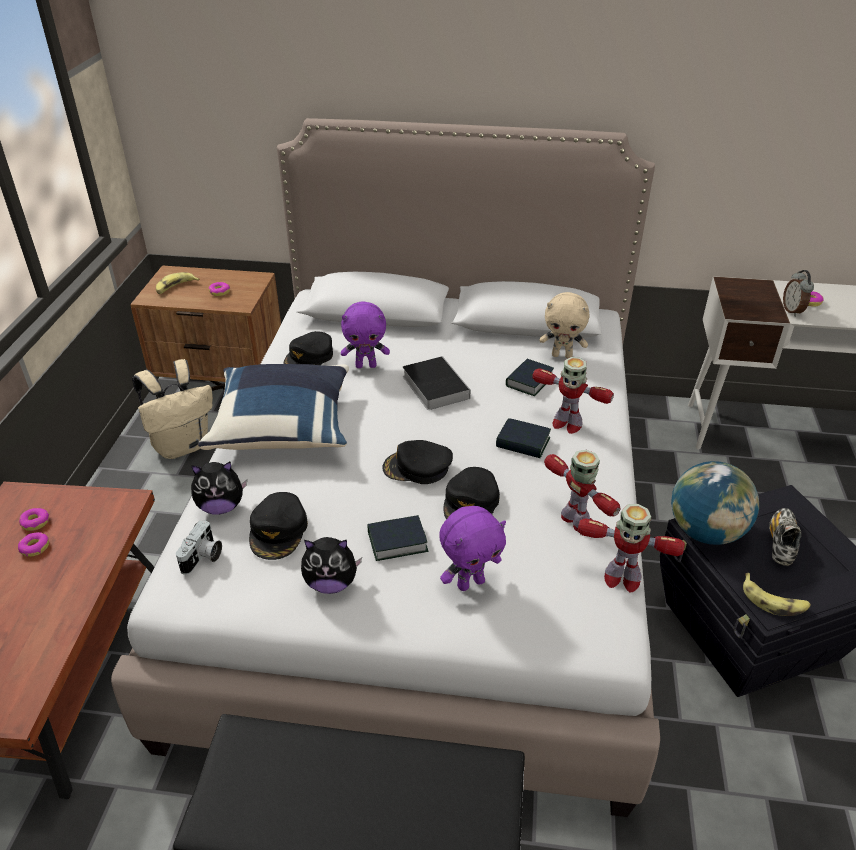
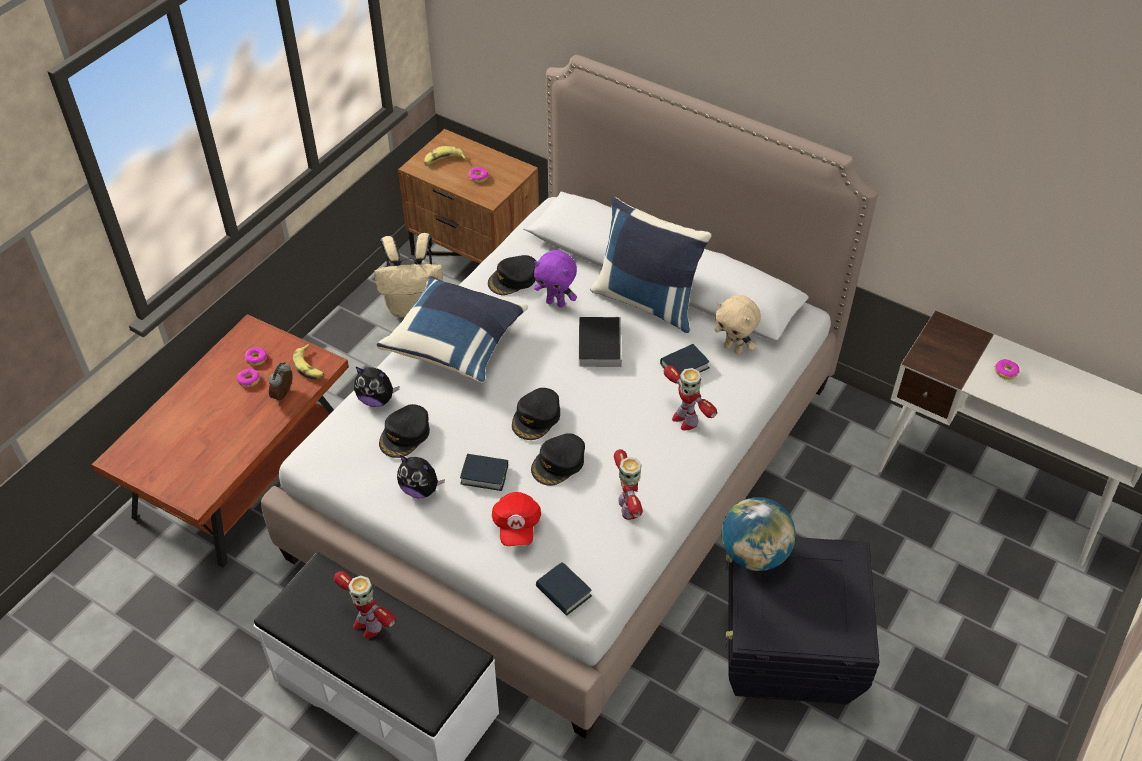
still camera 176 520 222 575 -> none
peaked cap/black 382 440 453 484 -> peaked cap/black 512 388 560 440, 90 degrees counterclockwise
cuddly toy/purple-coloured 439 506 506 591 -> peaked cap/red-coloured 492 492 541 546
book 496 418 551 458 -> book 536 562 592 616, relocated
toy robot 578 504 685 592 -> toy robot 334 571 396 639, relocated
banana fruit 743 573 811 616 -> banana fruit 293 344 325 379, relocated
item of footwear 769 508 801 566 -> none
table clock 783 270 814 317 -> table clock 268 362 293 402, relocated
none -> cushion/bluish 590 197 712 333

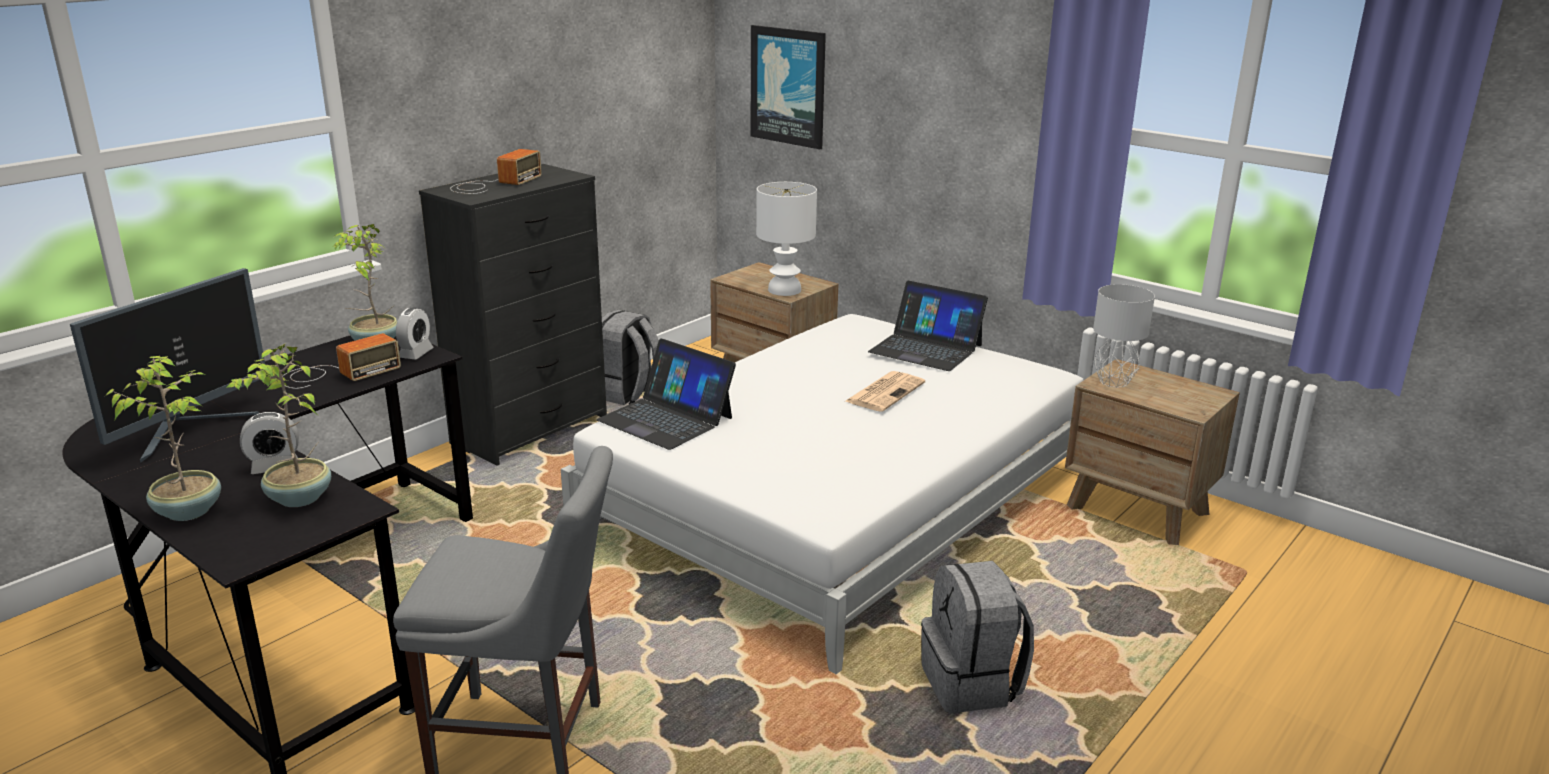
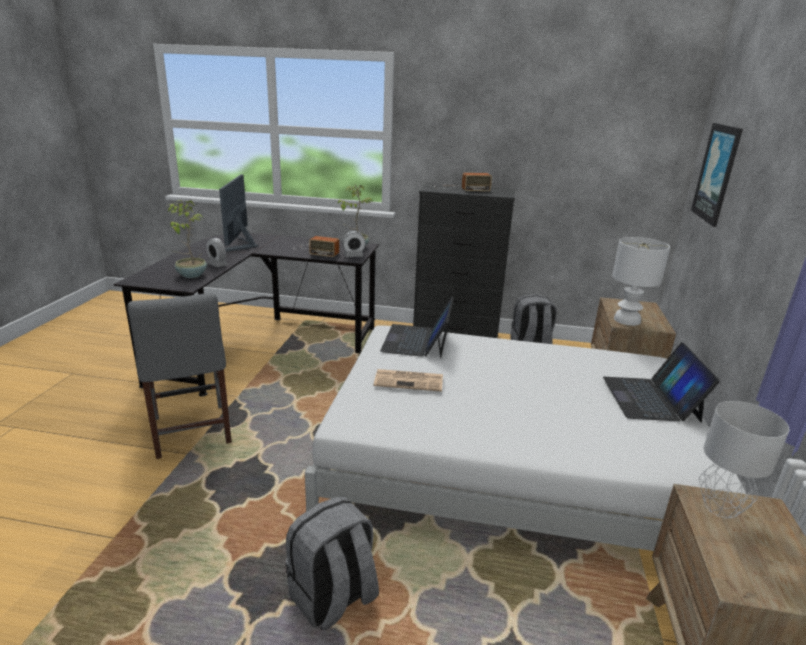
computer screen 70 268 265 462 -> computer screen 219 174 258 252, 90 degrees clockwise
houseplant 105 356 221 521 -> none
daily paper 844 371 925 412 -> daily paper 374 369 443 392, relocated

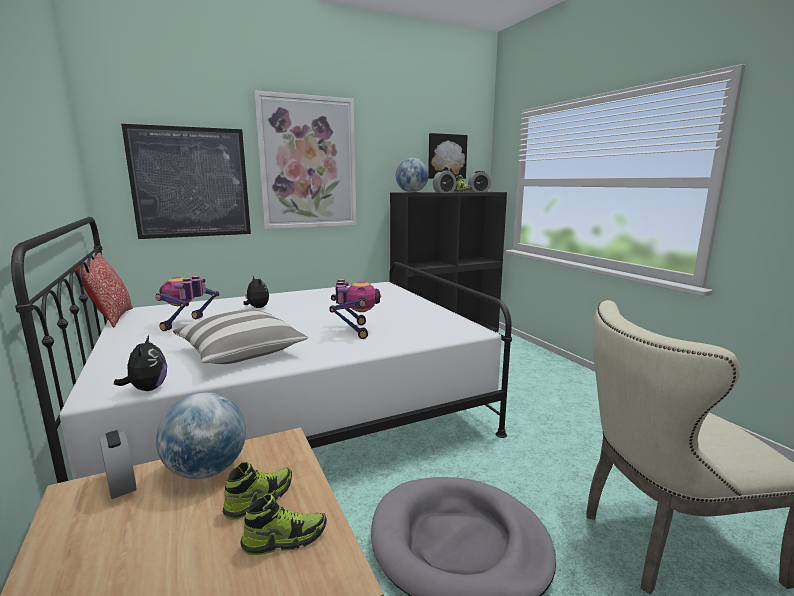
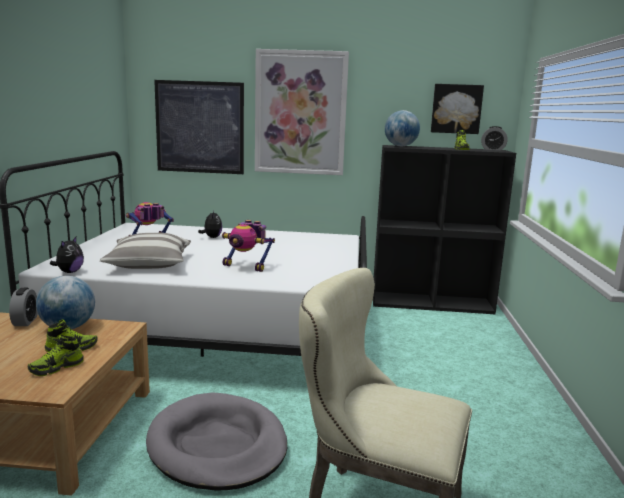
cushion 74 252 133 328 -> none
item of footwear 240 494 327 555 -> item of footwear 28 334 84 376, 120 degrees clockwise
toy robot 329 279 381 339 -> toy robot 222 220 275 272, 90 degrees clockwise
table clock 433 170 456 193 -> none

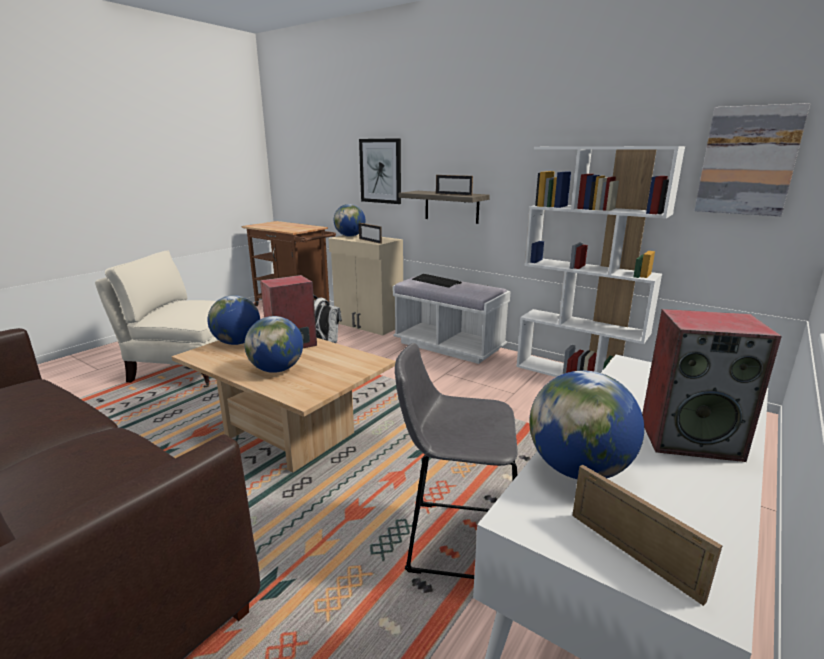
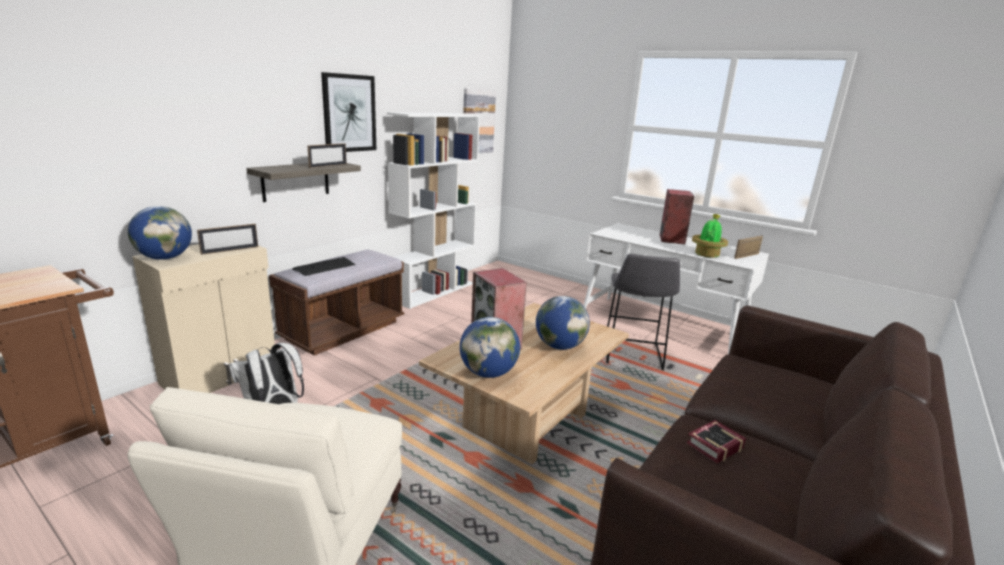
wall picture 359 138 401 204 -> wall picture 321 72 376 152, relocated
long seat/whitish 393 277 511 364 -> long seat/brownish 269 250 404 355
world globe 529 371 644 479 -> houseplant 692 214 728 258
none -> book 686 420 746 463

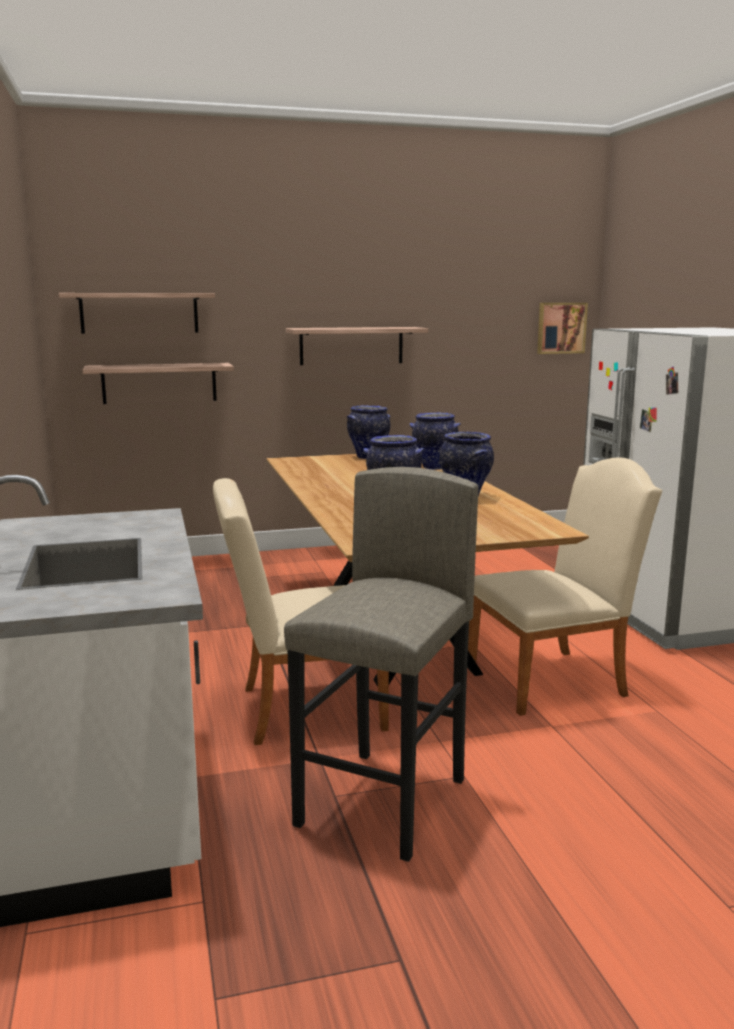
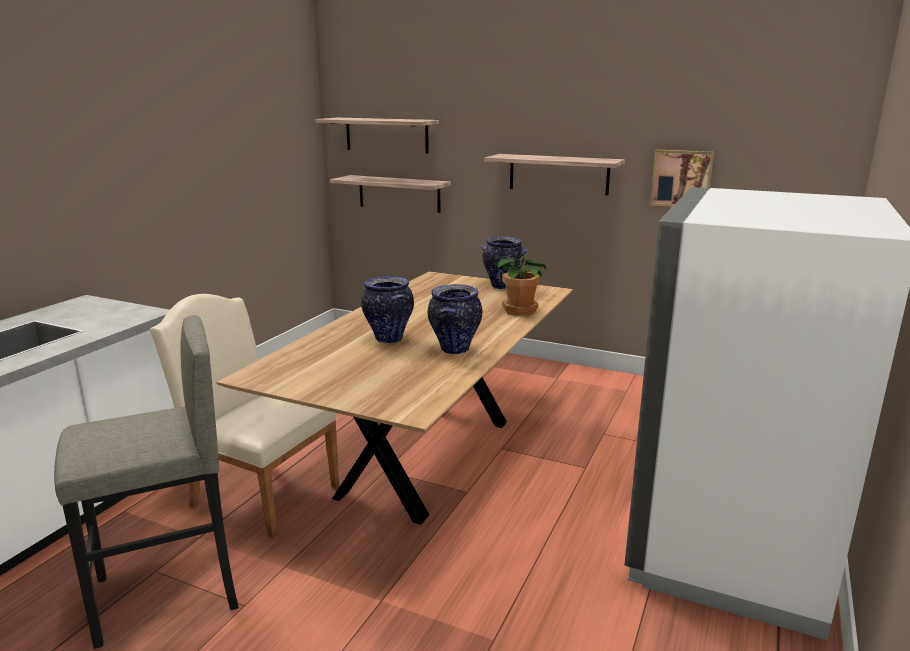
vase 410 412 461 470 -> houseplant 498 256 546 316
chair/beige 468 458 662 716 -> none
wall picture 537 303 588 354 -> wall picture 650 150 714 207, relocated

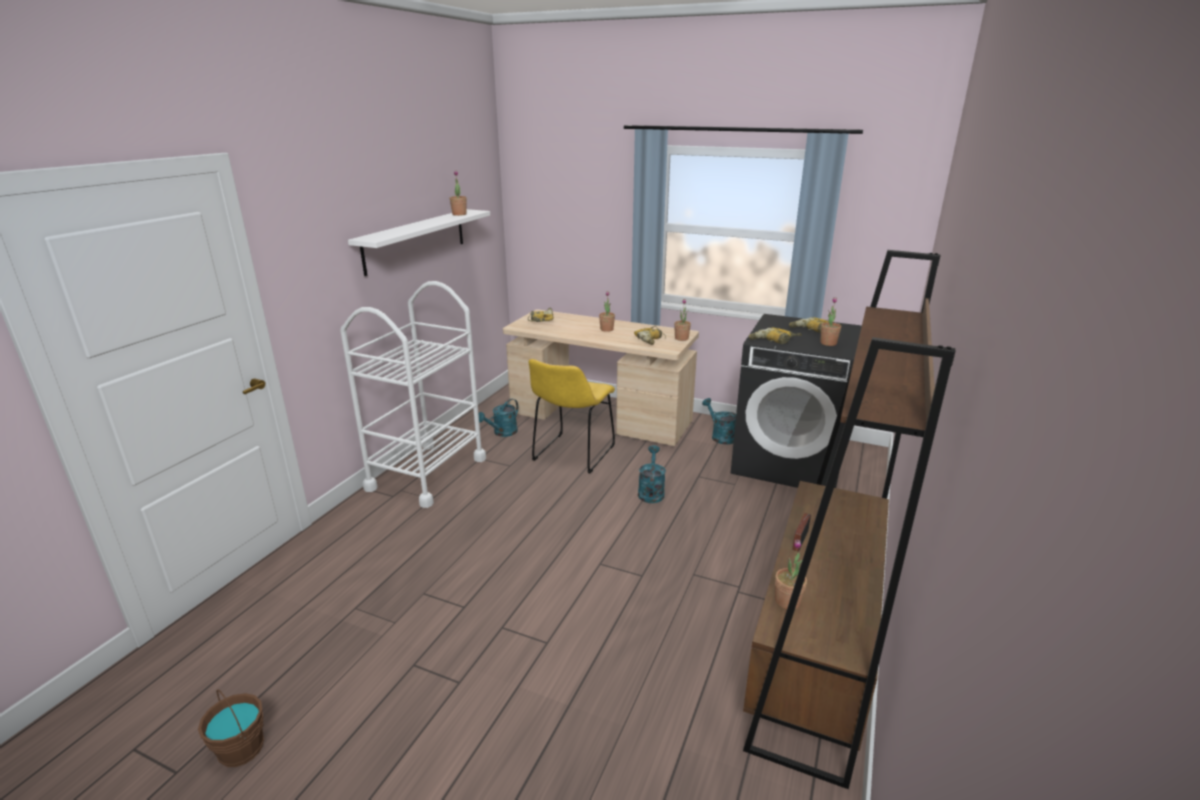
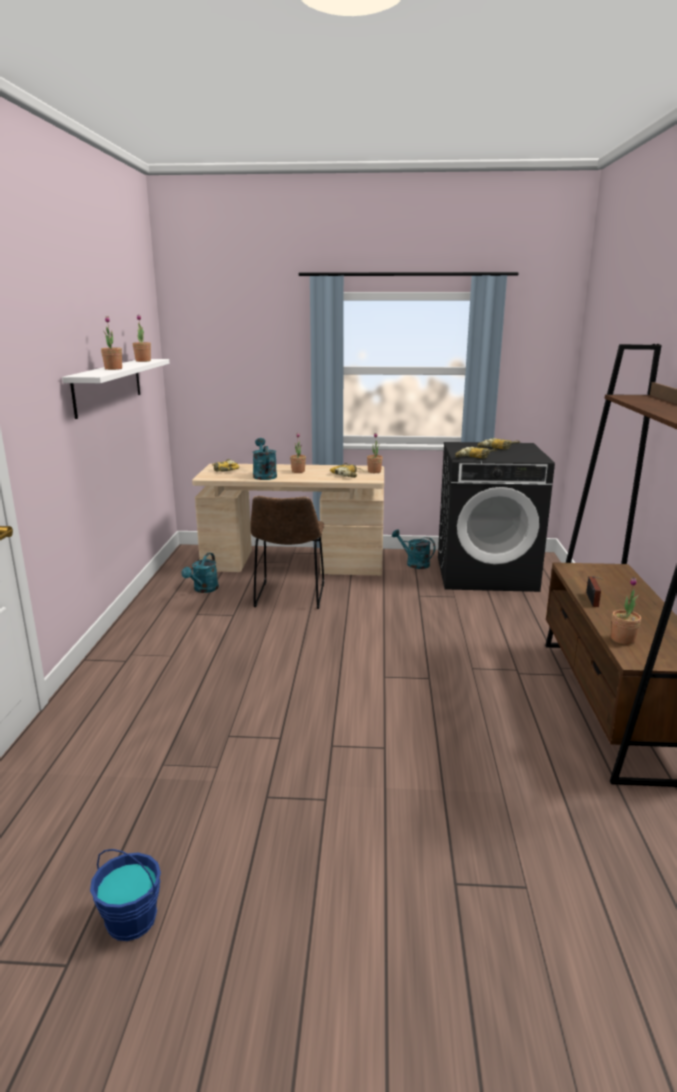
pail/brownish 198 689 264 767 -> pail/bluish 90 849 161 941
cart/whitish 340 281 486 508 -> none
chair/yellow-coloured 529 359 615 473 -> chair/brownish 250 496 324 609
watering can/blue-green 638 445 666 503 -> watering can/blue-green 253 438 277 480, relocated
houseplant 820 297 841 346 -> houseplant 101 316 122 370, relocated

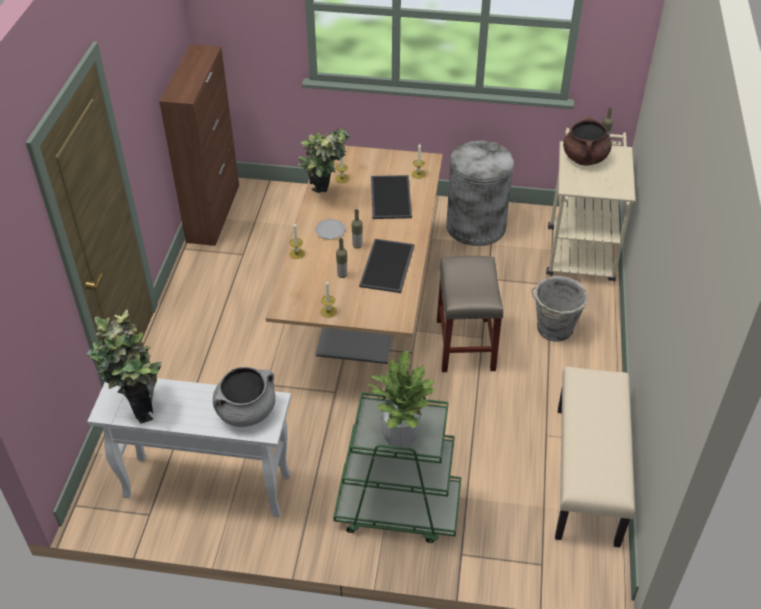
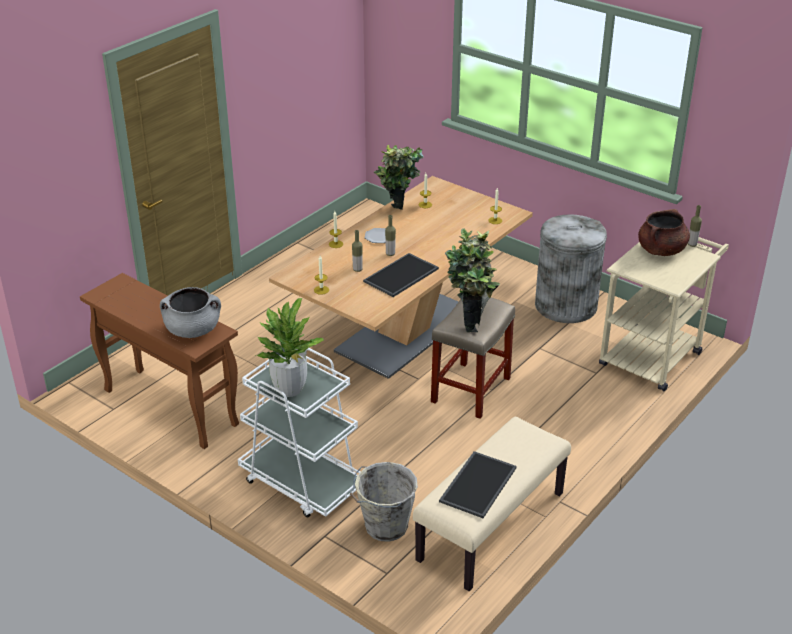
houseplant 87 310 162 424 -> houseplant 445 228 500 332, relocated
console table/whitish 87 378 291 517 -> console table/brownish 80 273 239 449
cupboard/brownish 159 44 239 246 -> none
cart/green-coloured 333 390 462 543 -> cart/whitish 238 348 360 518
carrying tray 371 175 412 219 -> carrying tray 439 451 517 518, relocated
pail/grey 531 276 588 342 -> pail/grey 350 462 418 542, relocated

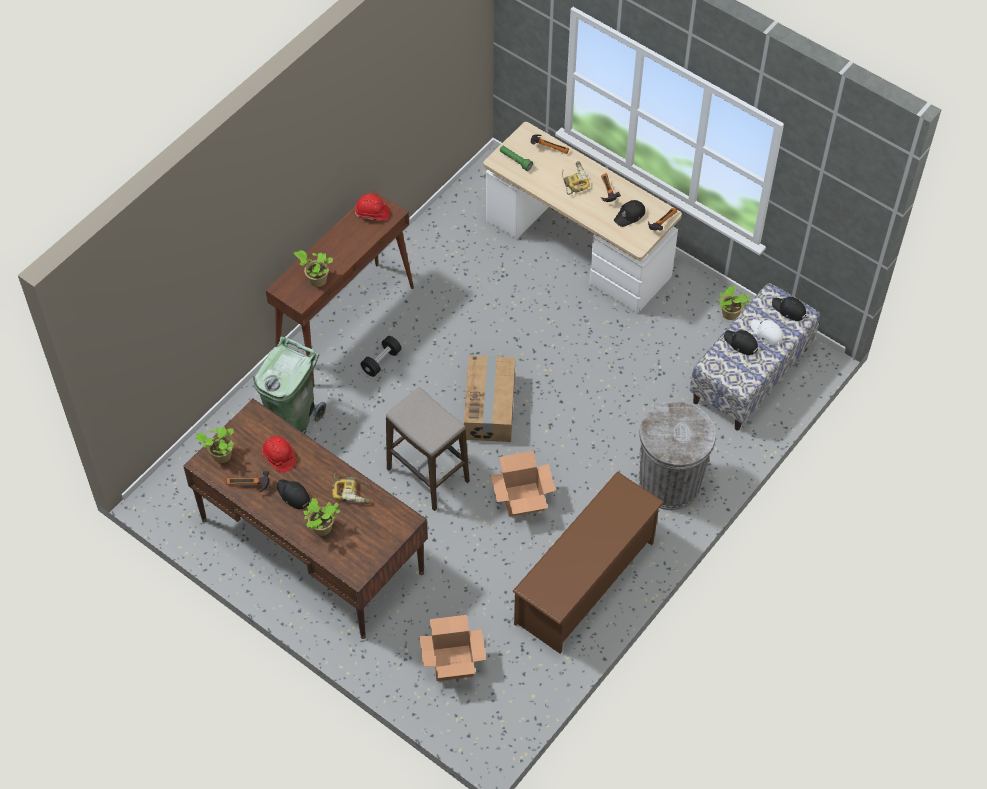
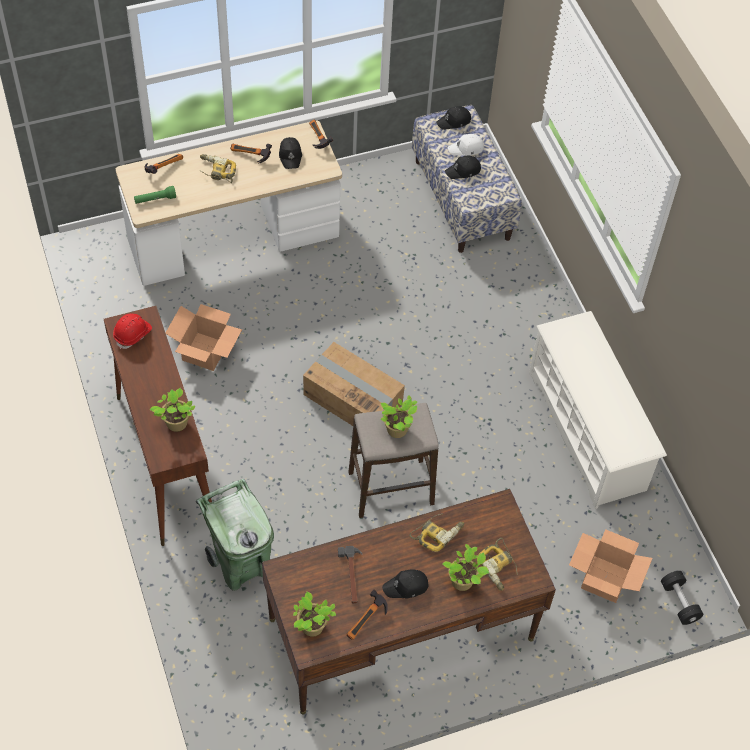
work helmet/red-coloured 262 436 296 473 -> tool hammer 338 546 362 604
dumbbell/black 361 336 402 377 -> dumbbell/black 661 571 704 625, relocated
carton 491 451 556 517 -> carton 166 304 242 371, relocated
shoe shelf/brownish 512 471 664 654 -> shoe shelf/whitish 529 311 667 509
waste bin/grey 639 402 716 510 -> none
houseplant 718 285 750 320 -> houseplant 380 395 417 438, relocated
none -> drill 478 538 518 591

